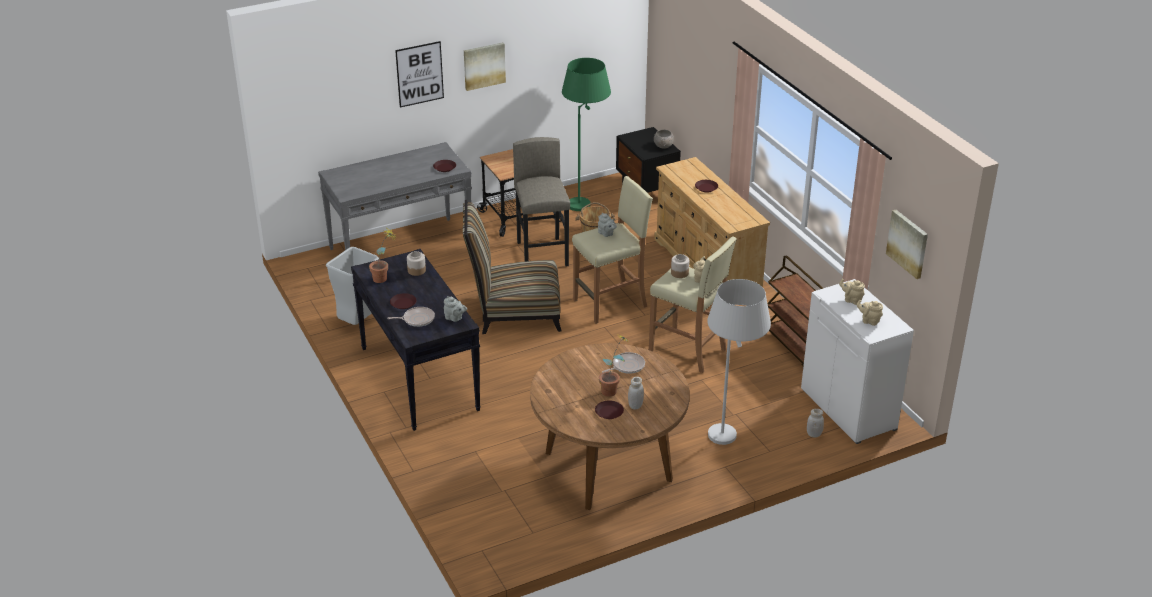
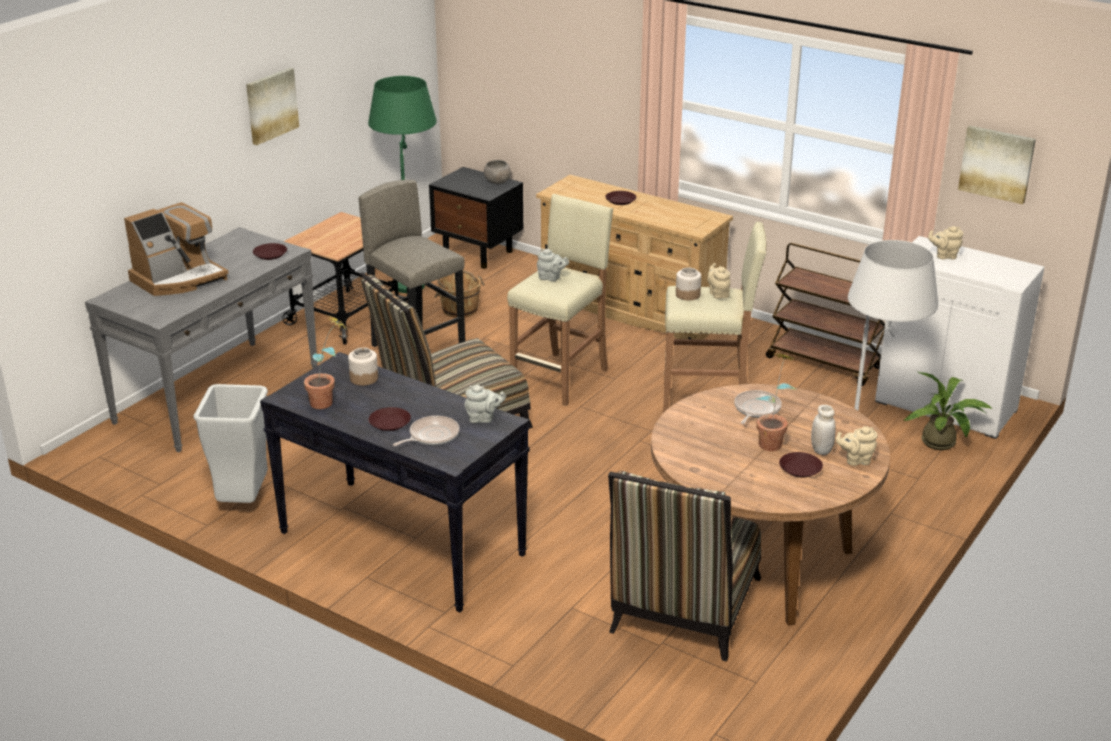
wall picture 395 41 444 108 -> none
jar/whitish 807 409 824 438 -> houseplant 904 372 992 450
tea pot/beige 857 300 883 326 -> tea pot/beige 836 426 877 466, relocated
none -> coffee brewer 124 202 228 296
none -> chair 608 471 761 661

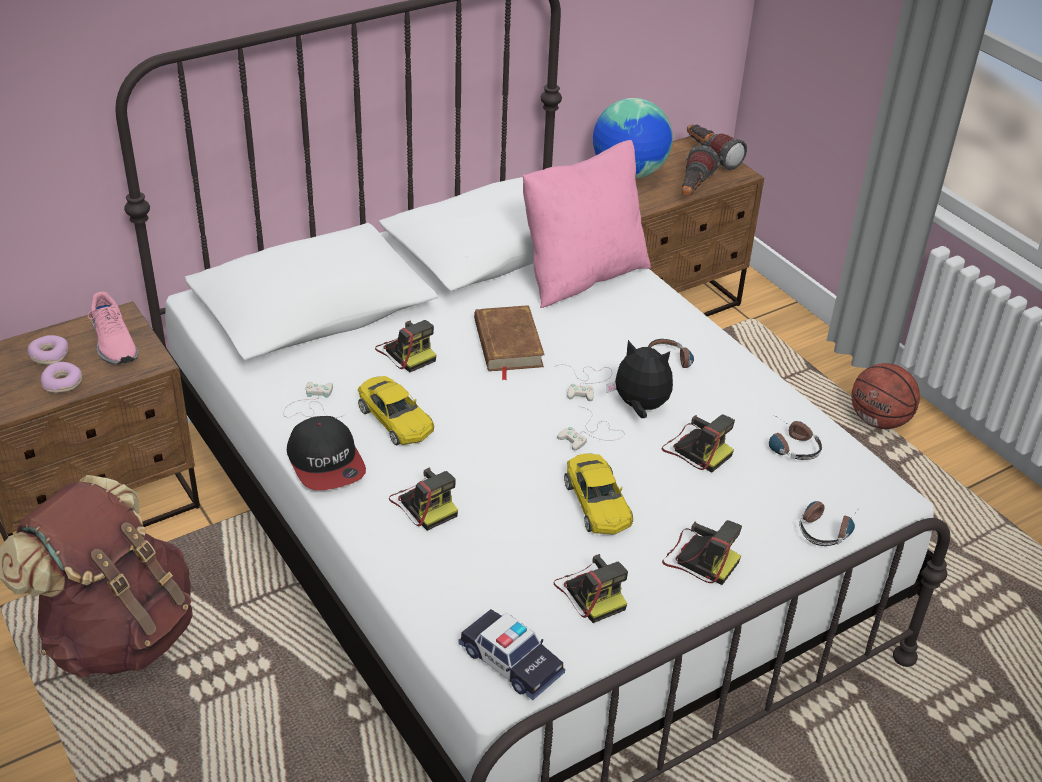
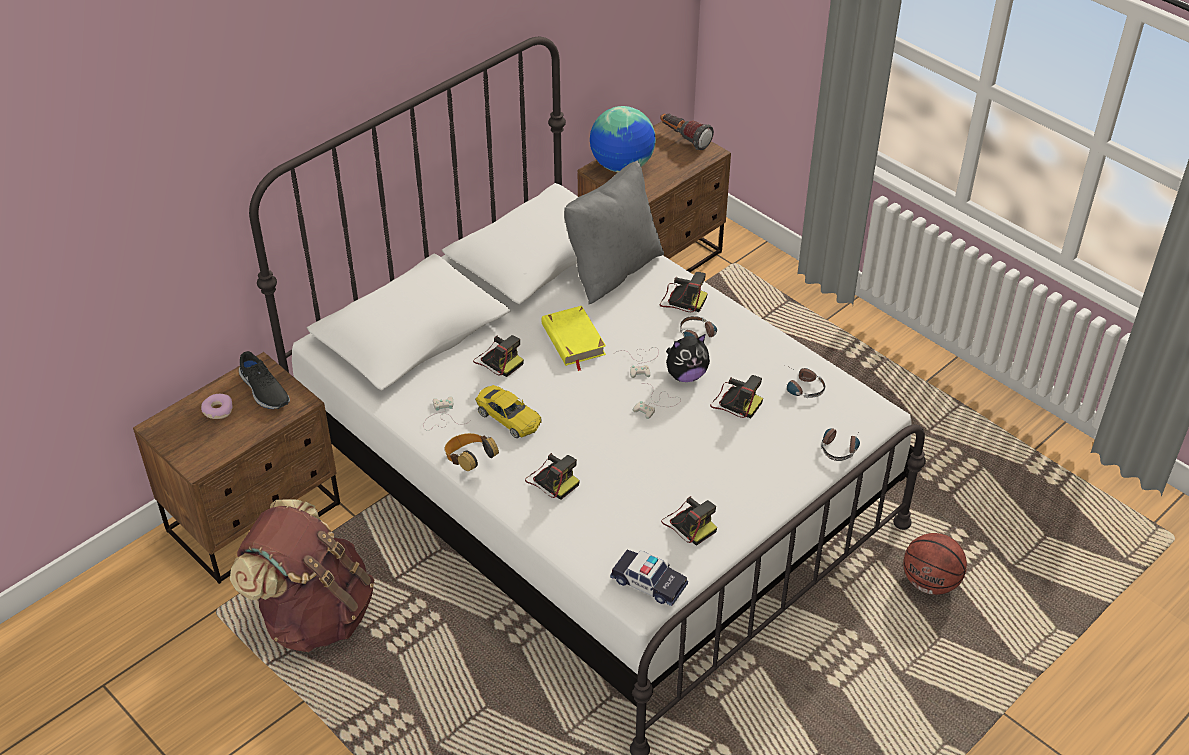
donut 41 362 82 393 -> none
item of footwear/pink-coloured 87 292 138 365 -> item of footwear/black 239 351 290 409
peaked cap 287 416 366 490 -> headphones 445 433 499 471
book/brownish 474 305 545 380 -> book/yellow-coloured 541 306 606 371
cushion/pink-coloured 523 140 651 308 -> cushion/grey 564 161 664 304
toy car/yellow-coloured 564 453 633 535 -> none
cuddly toy 606 340 673 418 -> cuddly toy 666 334 710 382, 150 degrees clockwise
still camera 662 520 742 585 -> still camera 660 272 708 312, relocated
hand torch 681 145 720 196 -> none
basketball ball 851 363 920 429 -> basketball ball 903 533 967 595, relocated

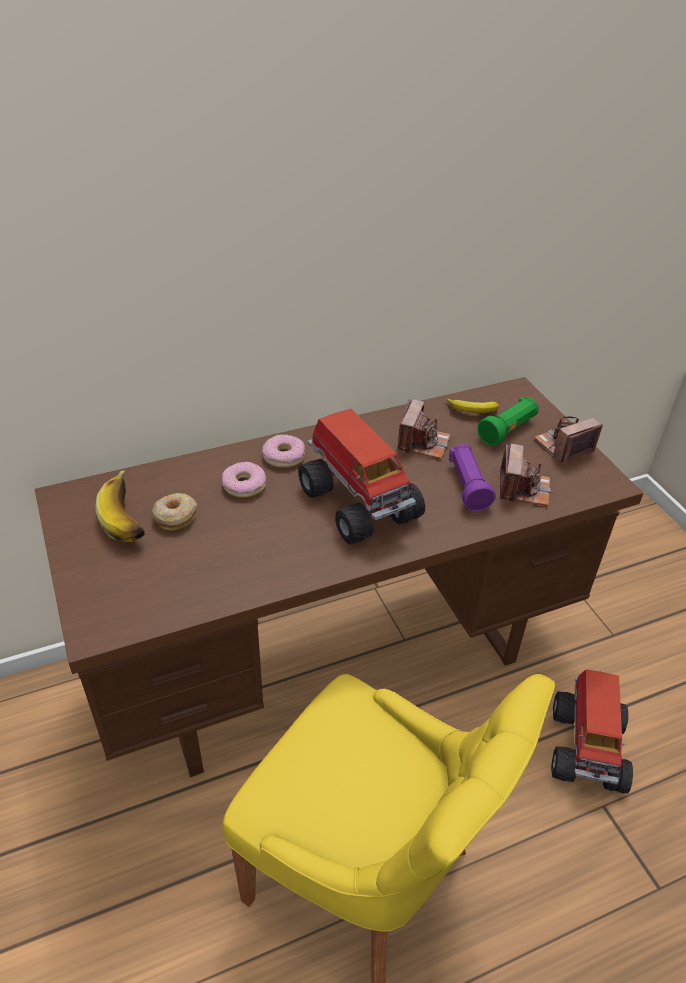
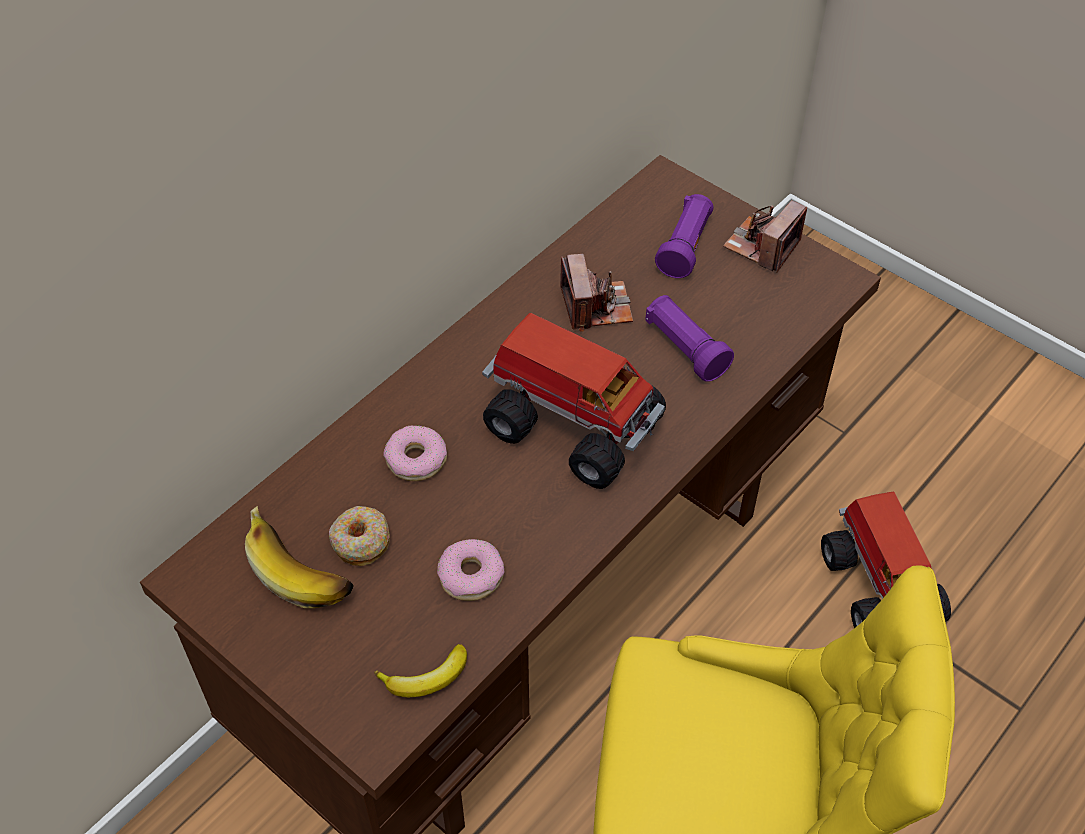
donut 262 434 305 468 -> donut 437 539 504 601, relocated
banana fruit 446 398 499 413 -> banana fruit 374 644 467 697, relocated
hand torch/green-coloured 478 397 539 446 -> hand torch/purple-coloured 655 194 714 278
still camera 500 443 551 506 -> none

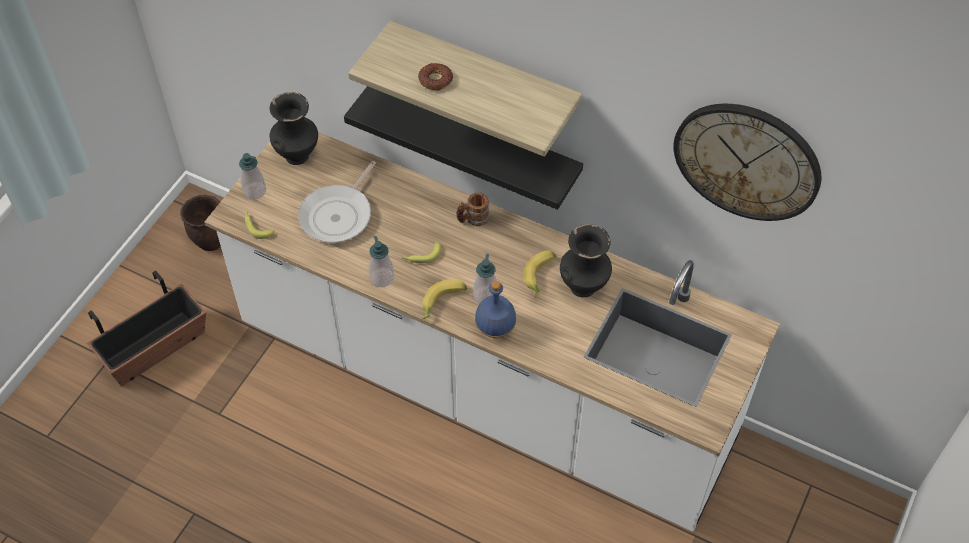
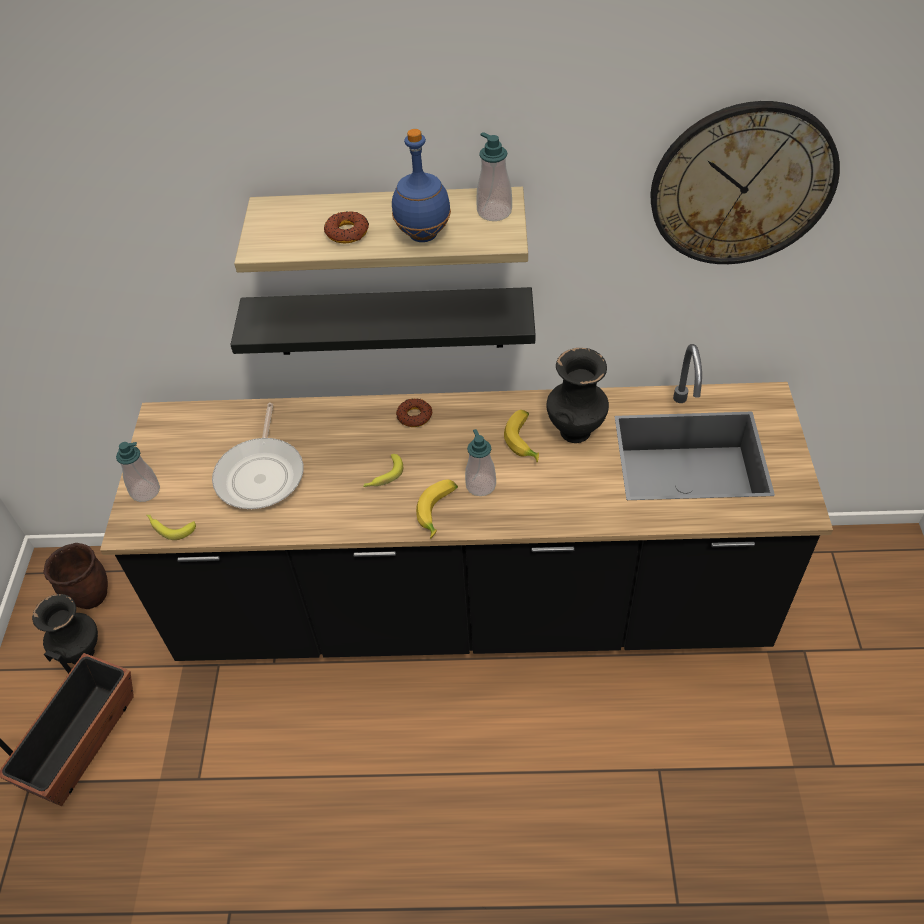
counter/whitish 204 132 780 532 -> counter/black 100 344 833 661
vase/black 270 92 318 165 -> vase/black 32 594 98 664, relocated
soap dispenser 369 236 394 287 -> soap dispenser 476 132 512 221, relocated
mug 456 192 490 226 -> donut 396 399 432 427
beverage bottle/bluish 475 281 516 338 -> beverage bottle/bluish 392 129 451 242, relocated

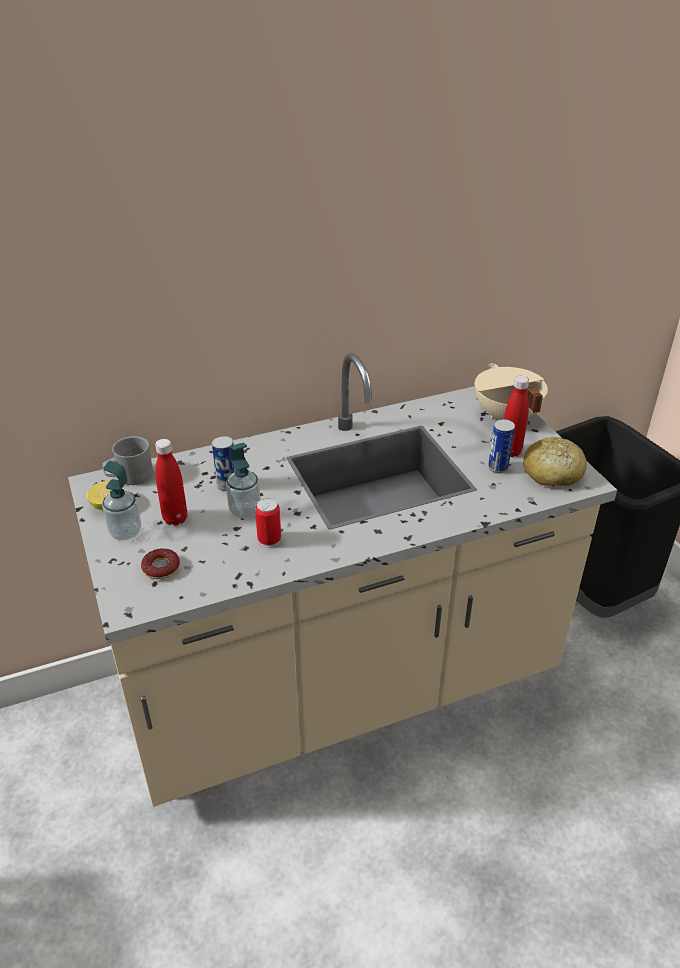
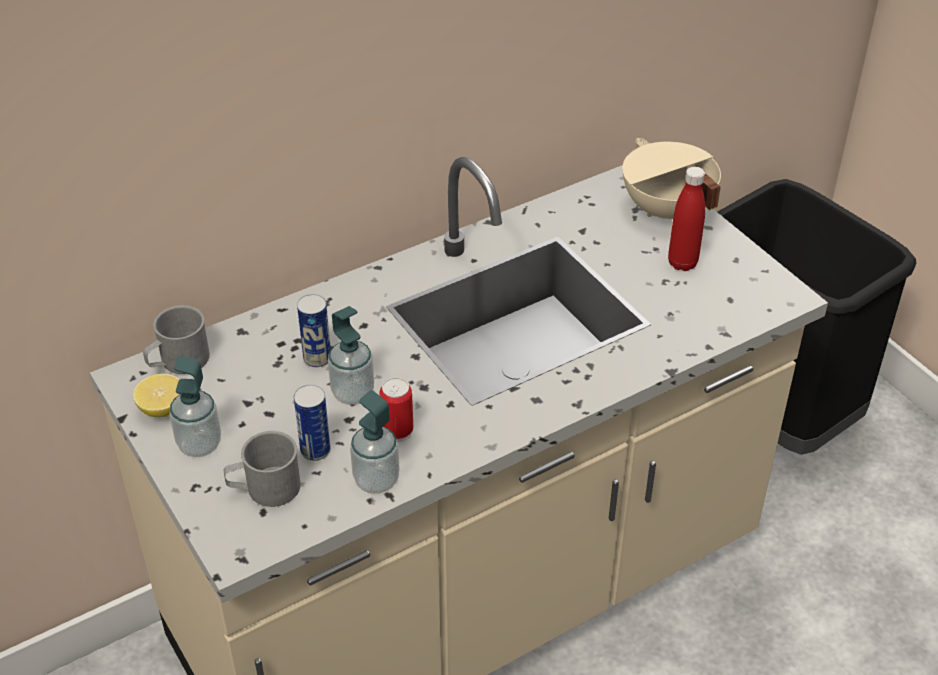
donut 141 548 180 579 -> mug/grey 224 431 301 507
beverage bottle/red-coloured 155 439 187 526 -> none
sealed can 488 419 515 474 -> sealed can 294 385 331 461, relocated
bakery bread 523 437 587 487 -> none
none -> soap dispenser 350 390 399 494

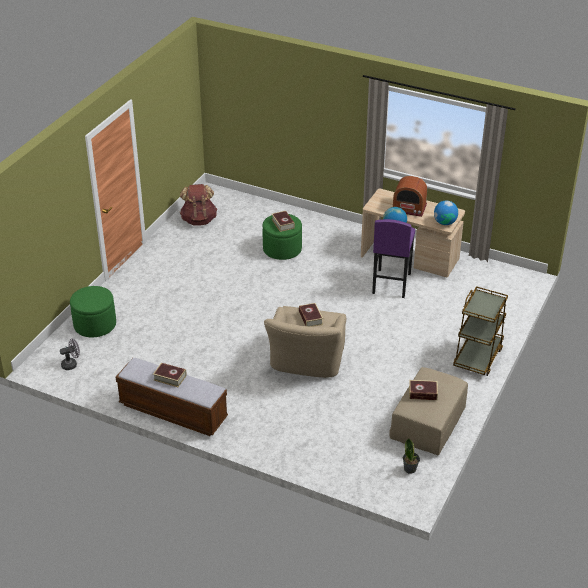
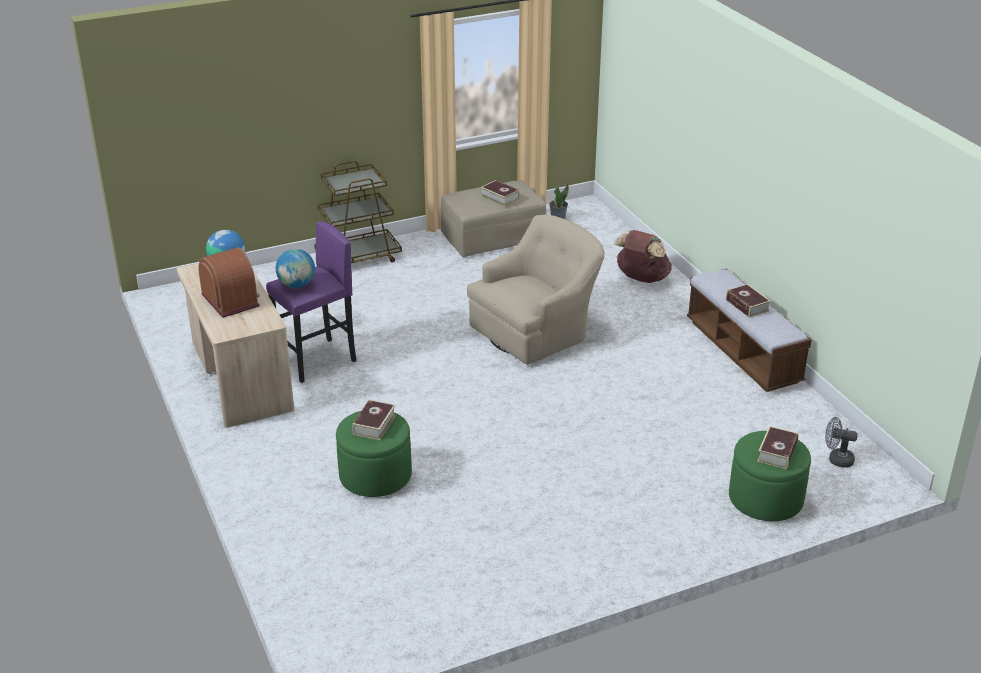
backpack/brownish 180 184 217 226 -> backpack/brownish 614 230 672 283, relocated
book 299 303 323 327 -> book 757 426 798 469, relocated

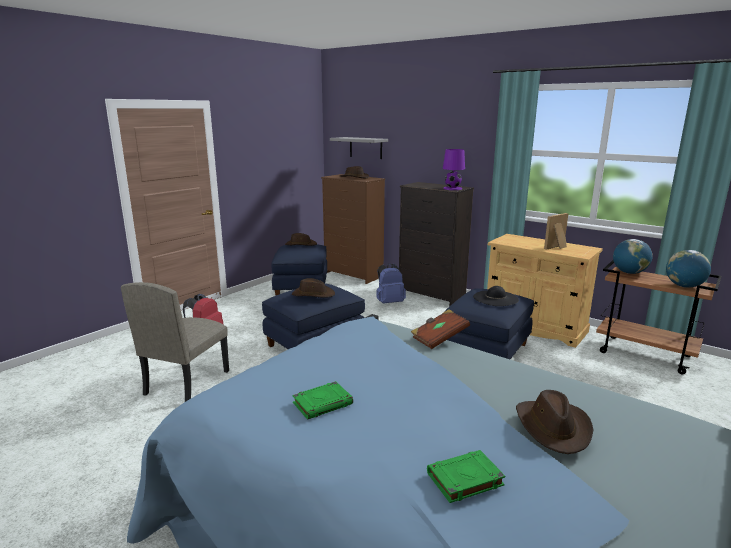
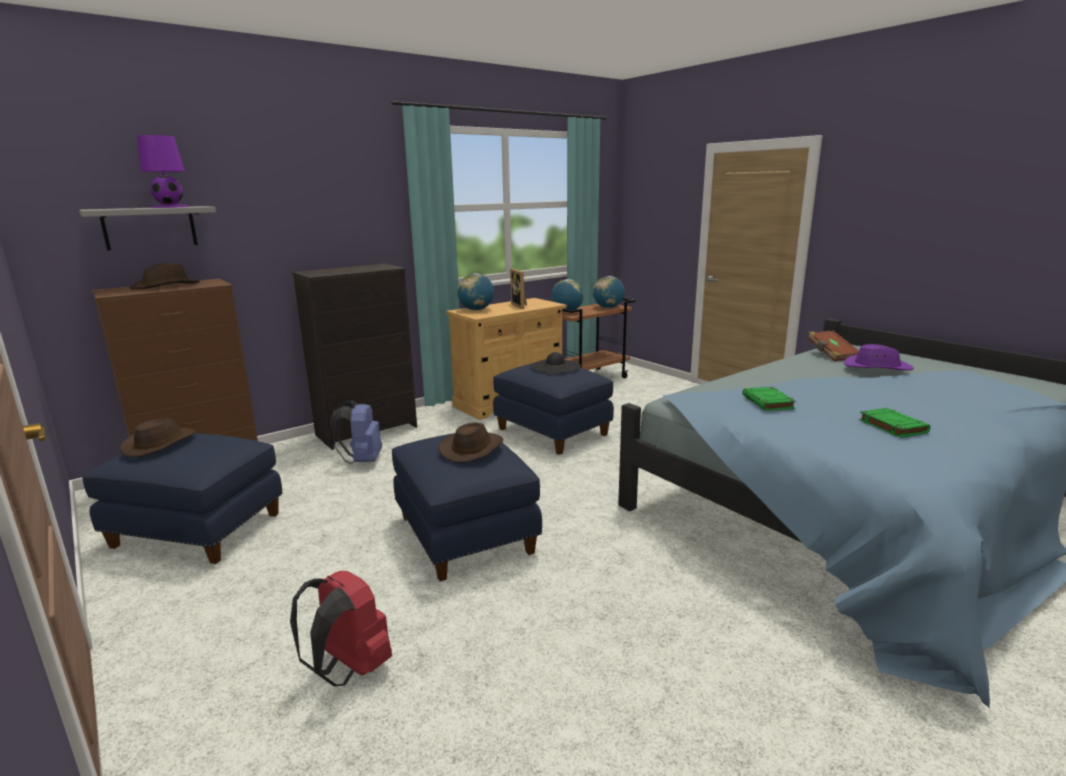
chair/beige 121 282 229 402 -> none
book/brownish 411 309 470 349 -> book/brownish 807 331 859 361, relocated
book/green-coloured 427 450 505 503 -> book/green-coloured 742 387 796 411, relocated
tabletop lamp/purple-coloured 443 149 465 190 -> tabletop lamp/purple-coloured 137 135 188 208, relocated
wearable hat/brownish 516 390 593 454 -> wearable hat/purple-coloured 844 344 914 371
none -> world globe 457 273 494 310

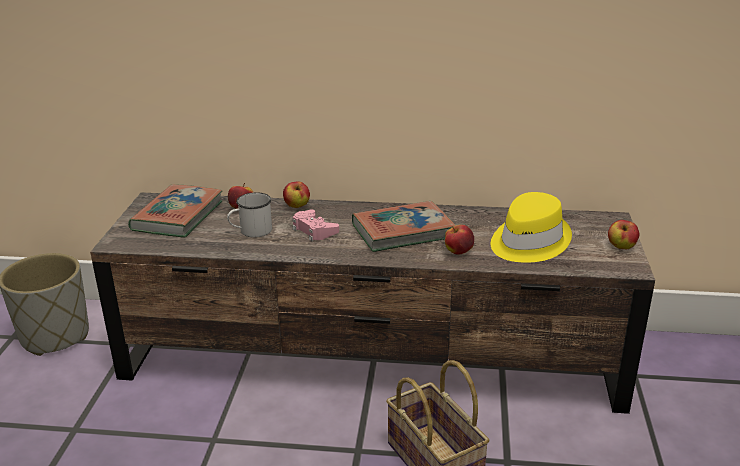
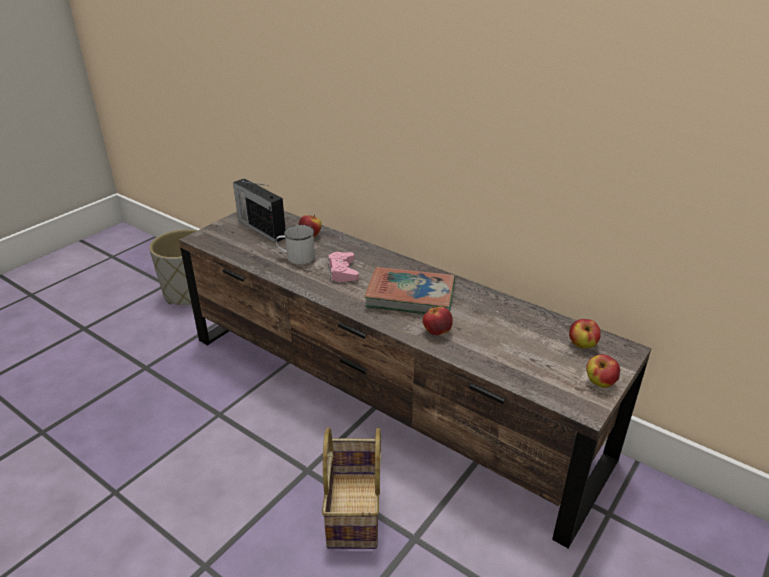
book 128 184 223 238 -> radio 233 178 286 242
apple 283 181 310 208 -> apple 569 319 601 348, relocated
wearable hat/yellow-coloured 491 192 572 263 -> none

